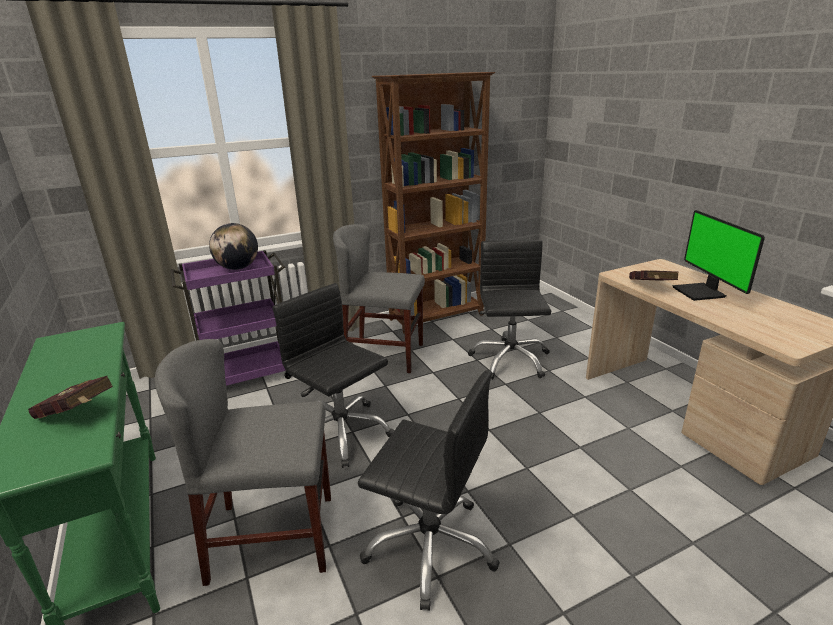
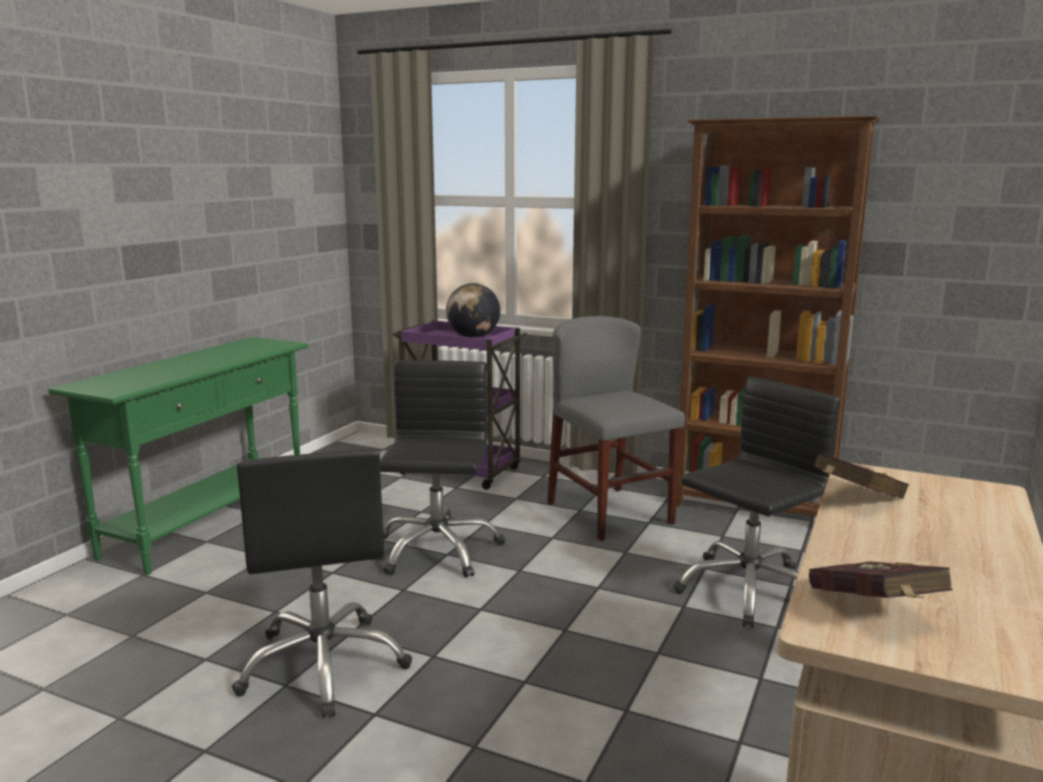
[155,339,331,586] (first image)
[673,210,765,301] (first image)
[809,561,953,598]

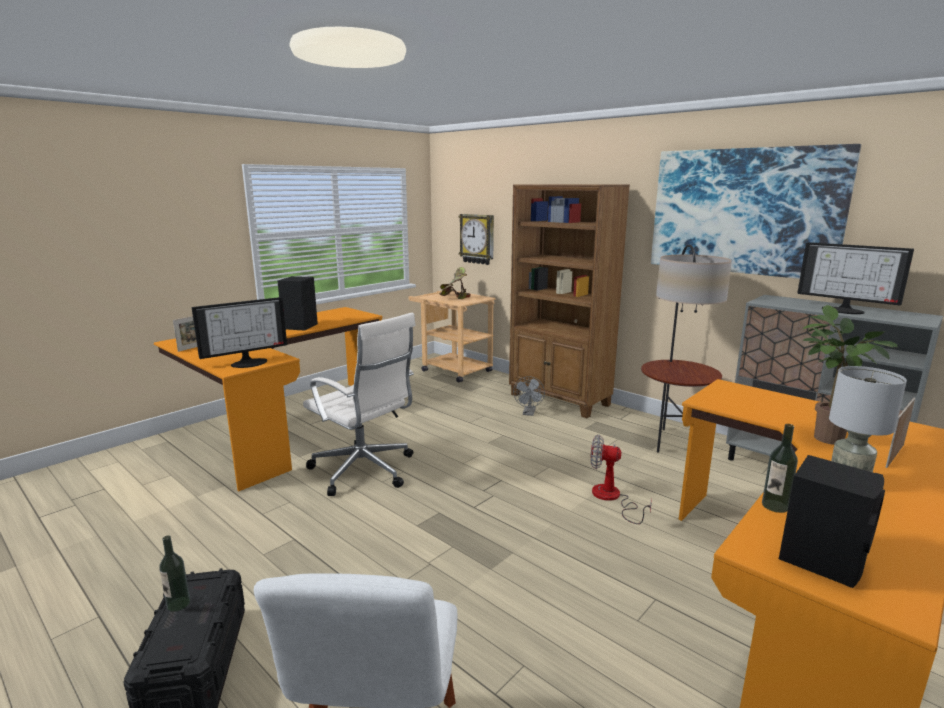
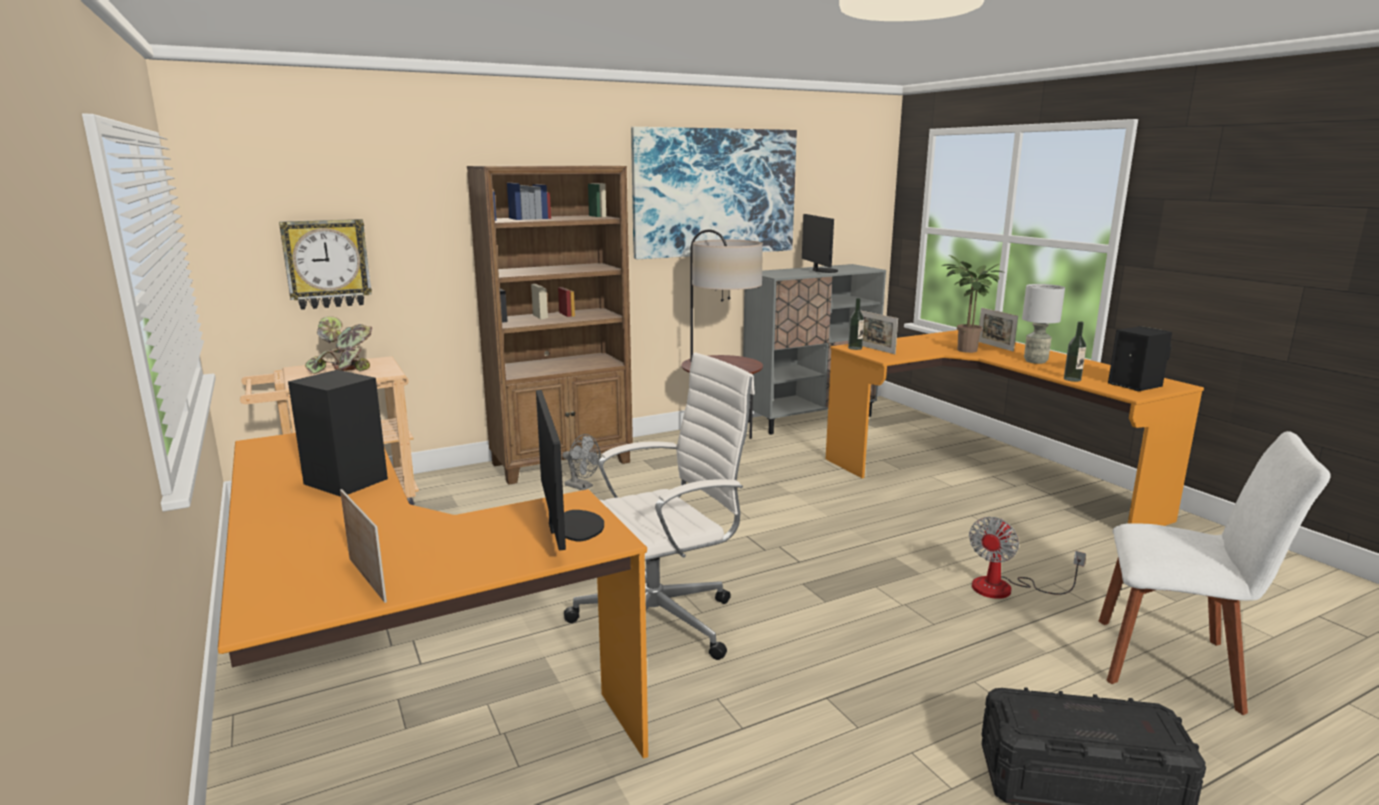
[860,310,898,354]
[848,298,864,350]
[969,517,1086,599]
[802,214,838,273]

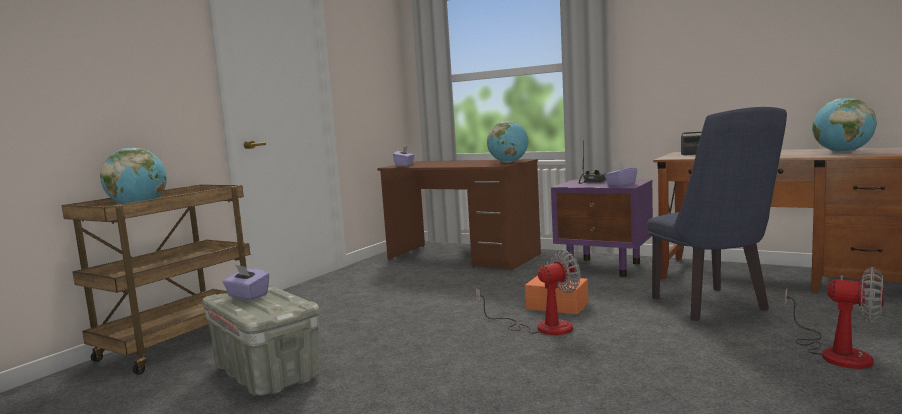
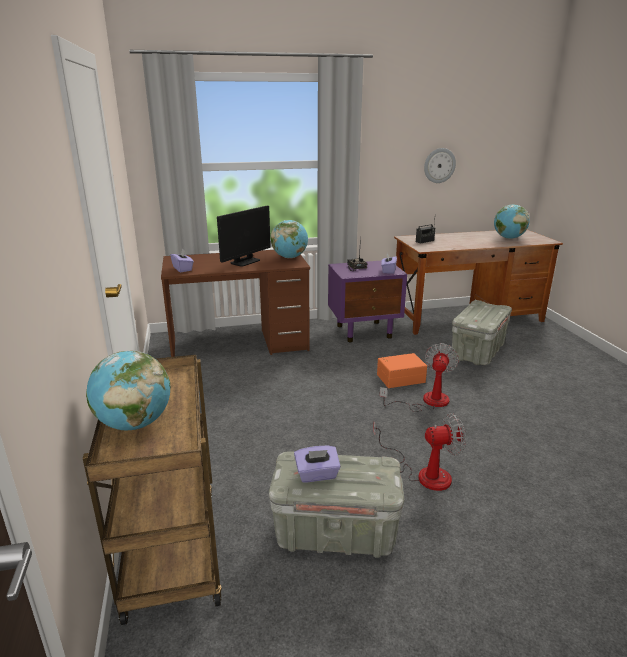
[217,206,271,266]
[424,148,456,183]
[373,413,466,491]
[451,300,512,365]

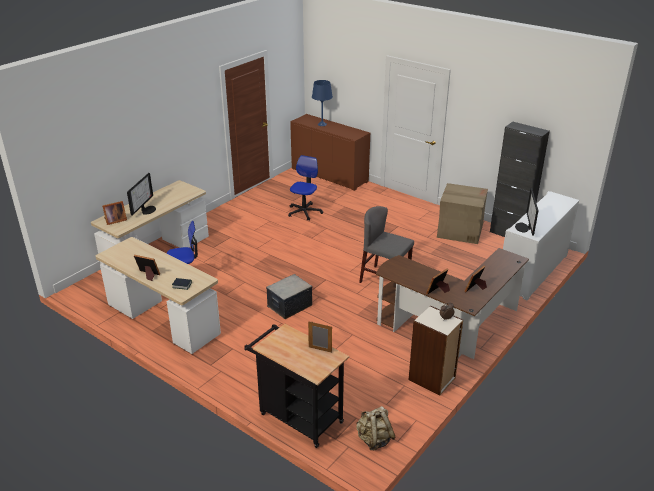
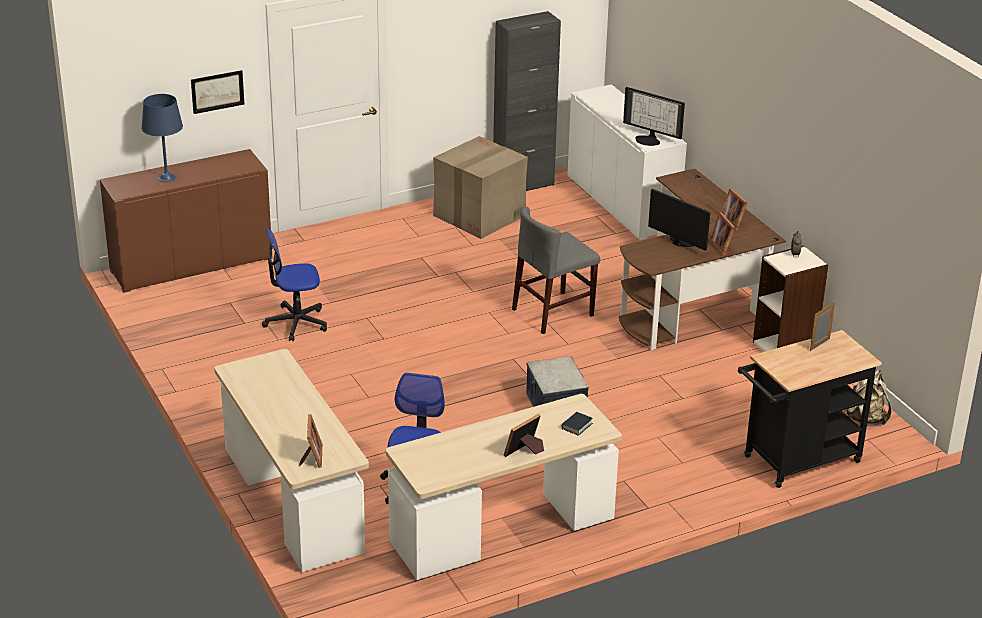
[191,70,244,114]
[648,189,710,251]
[262,227,327,341]

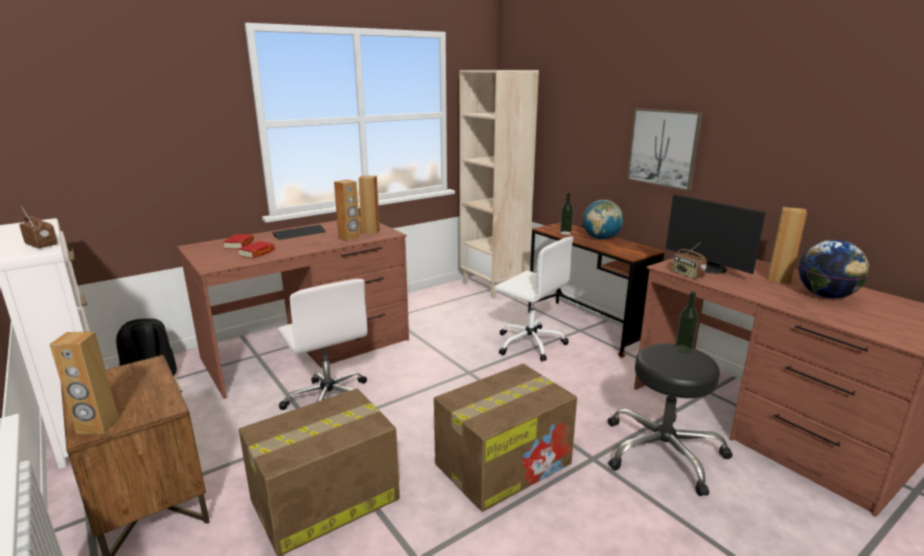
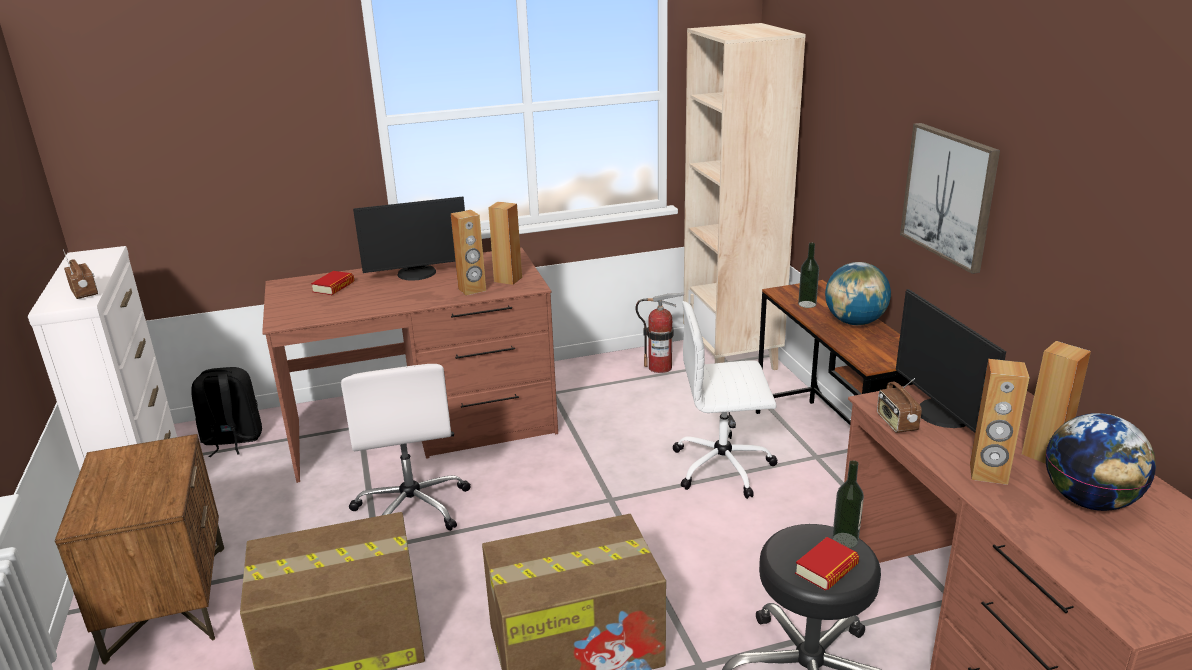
[636,293,685,373]
[970,359,1030,485]
[795,537,859,591]
[353,197,465,281]
[673,301,778,499]

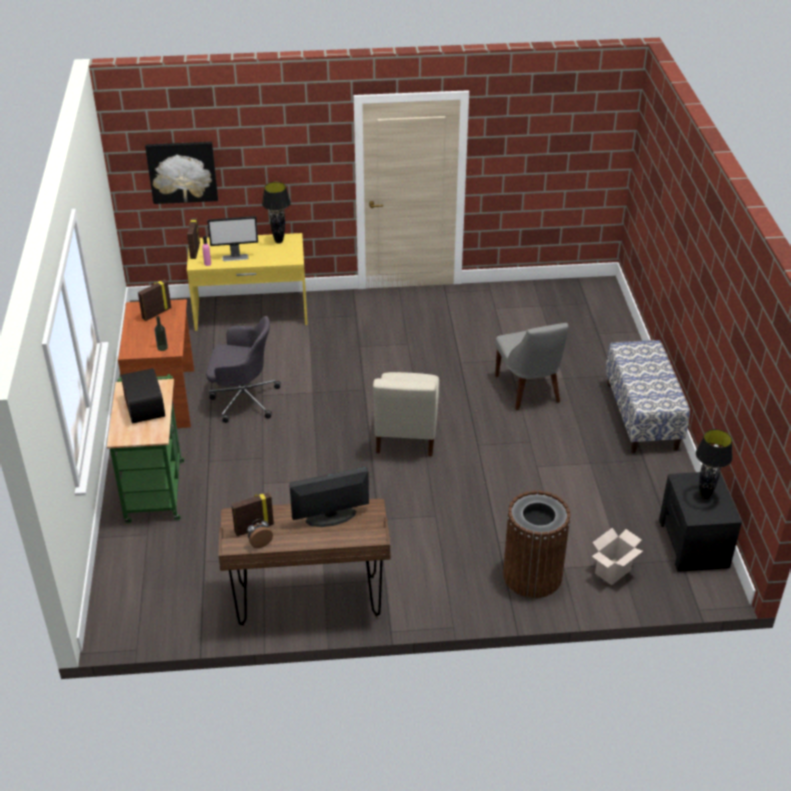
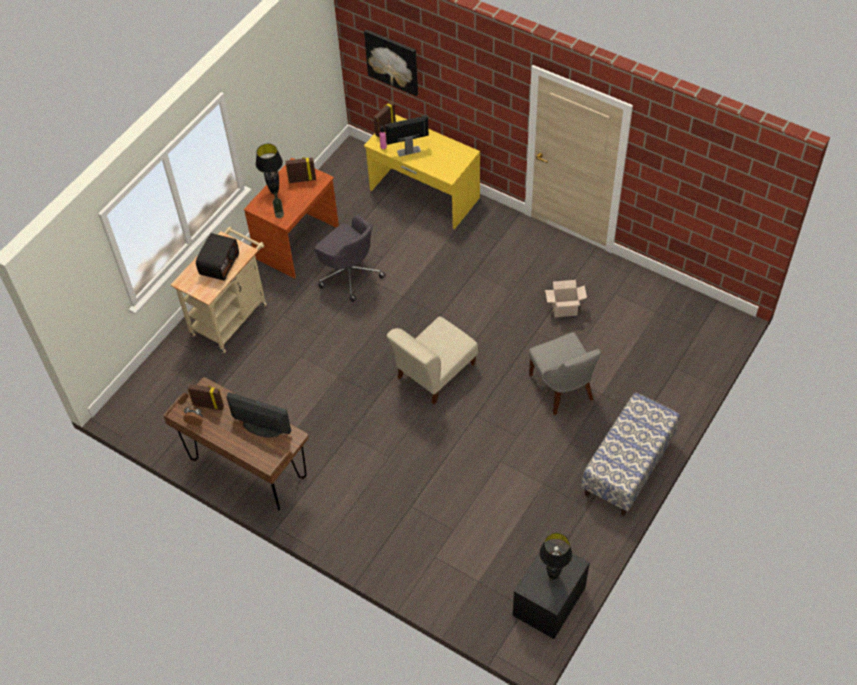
[503,490,571,598] (first image)
[256,144,283,194]
[545,280,587,317]
[171,227,267,353]
[385,115,429,156]
[529,332,601,415]

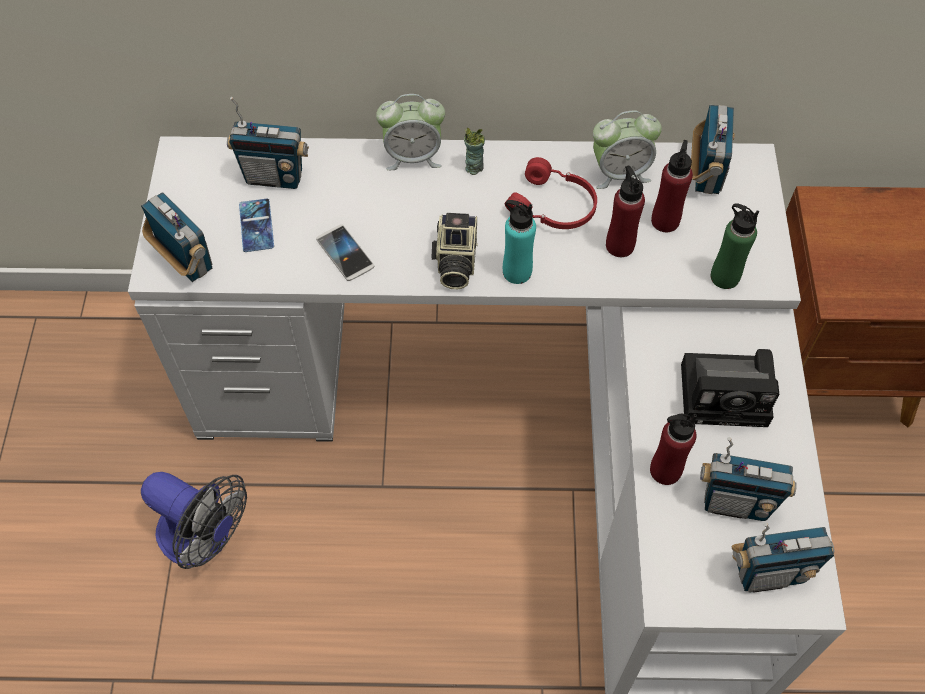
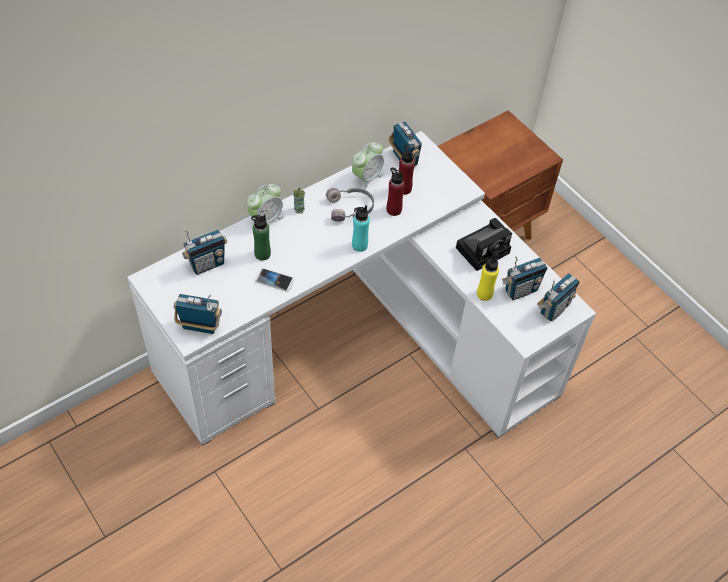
[141,472,247,569] (first image)
[239,199,274,252] (first image)
[431,213,478,289] (first image)
[251,214,271,261]
[326,188,374,222]
[477,255,499,301]

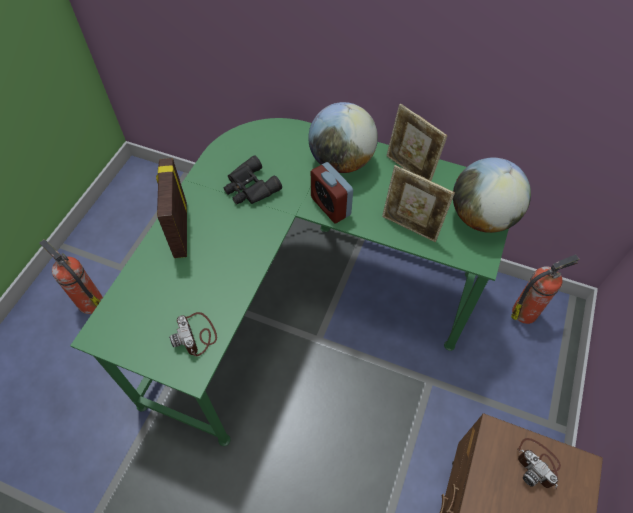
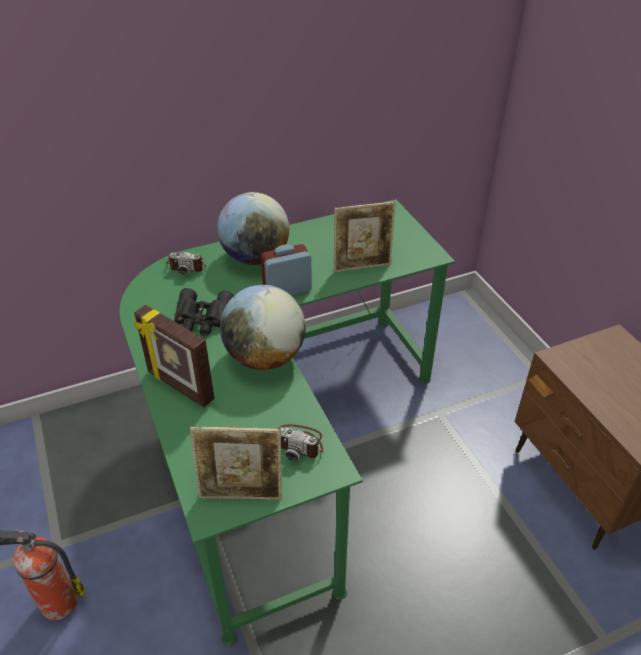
[511,254,579,324] (first image)
[190,426,282,500]
[220,285,305,370]
[166,251,206,275]
[261,244,312,296]

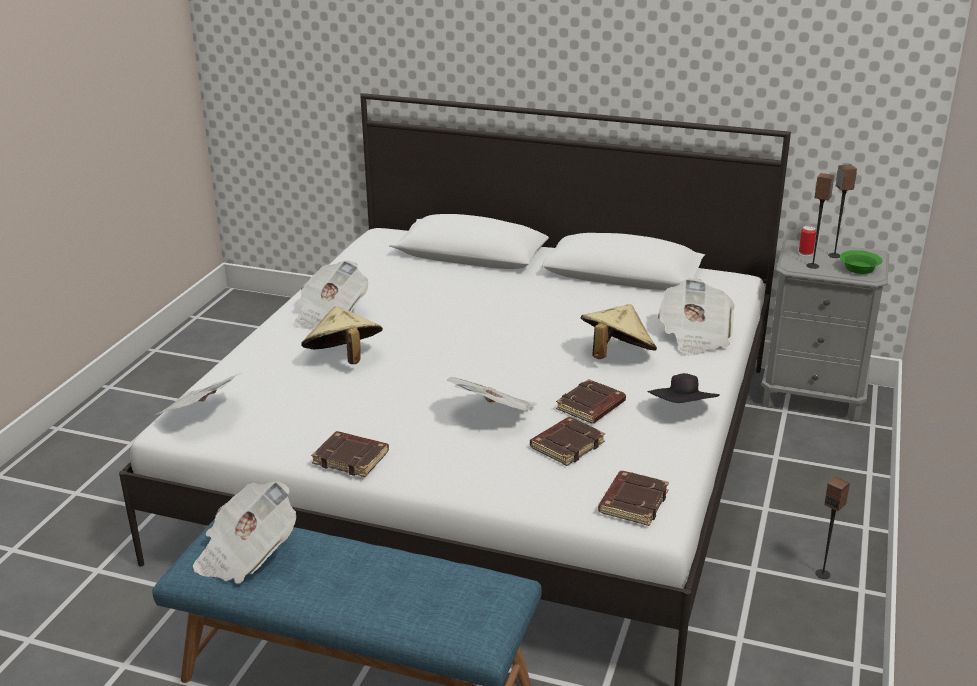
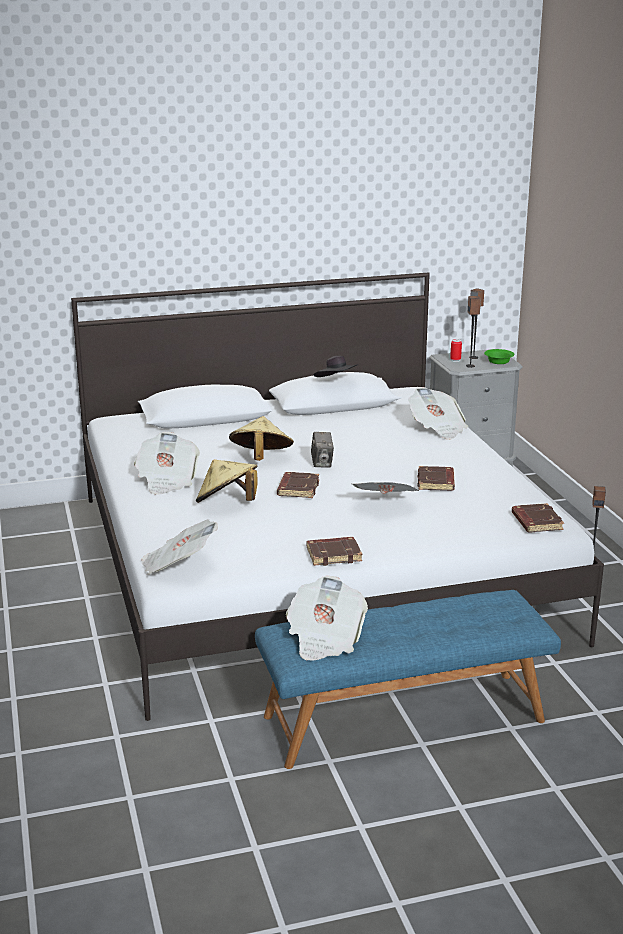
[311,432,334,468]
[277,472,319,498]
[229,416,294,461]
[313,356,359,377]

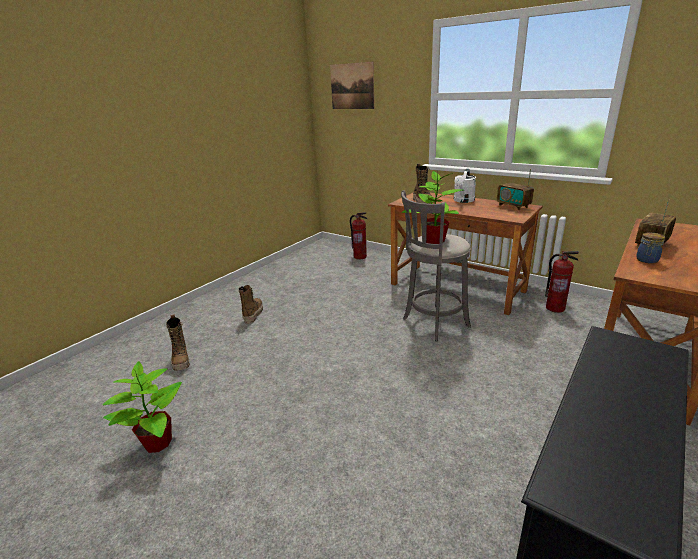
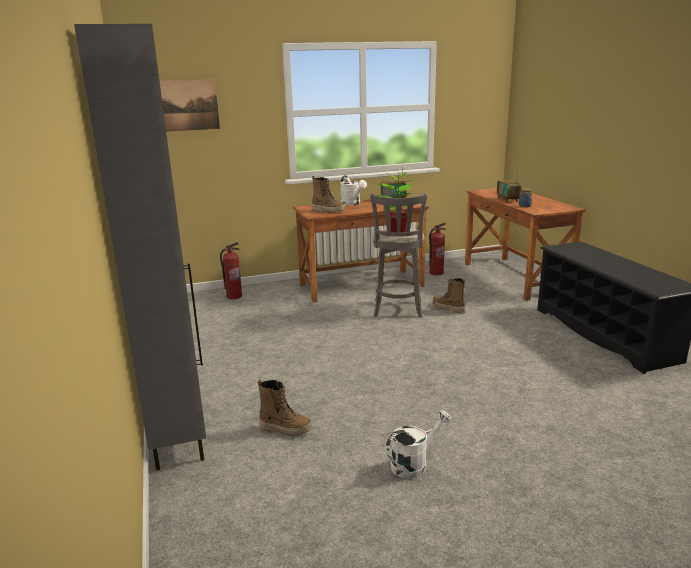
[74,24,206,470]
[433,278,466,314]
[386,410,451,479]

